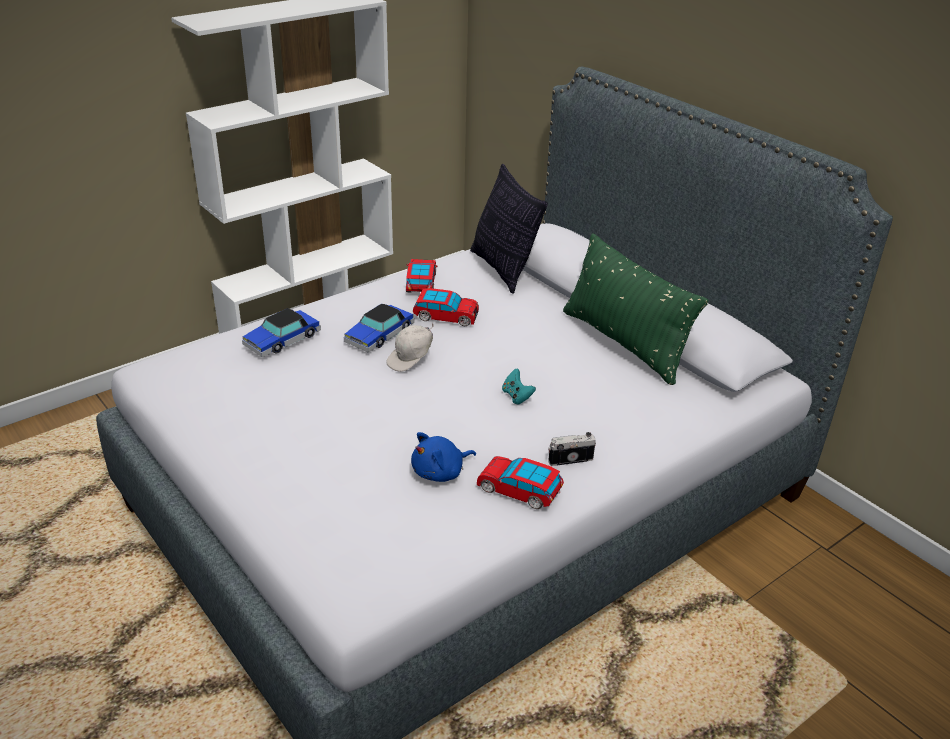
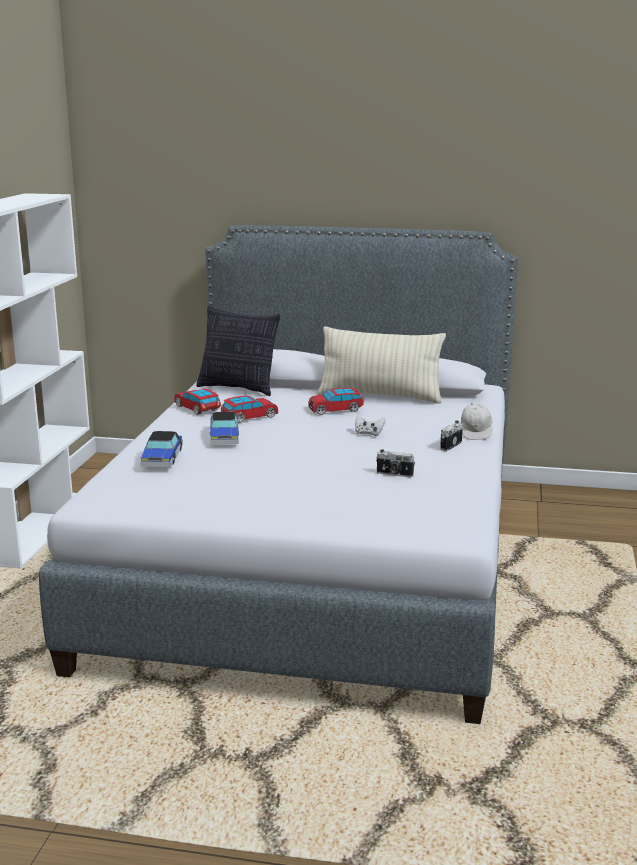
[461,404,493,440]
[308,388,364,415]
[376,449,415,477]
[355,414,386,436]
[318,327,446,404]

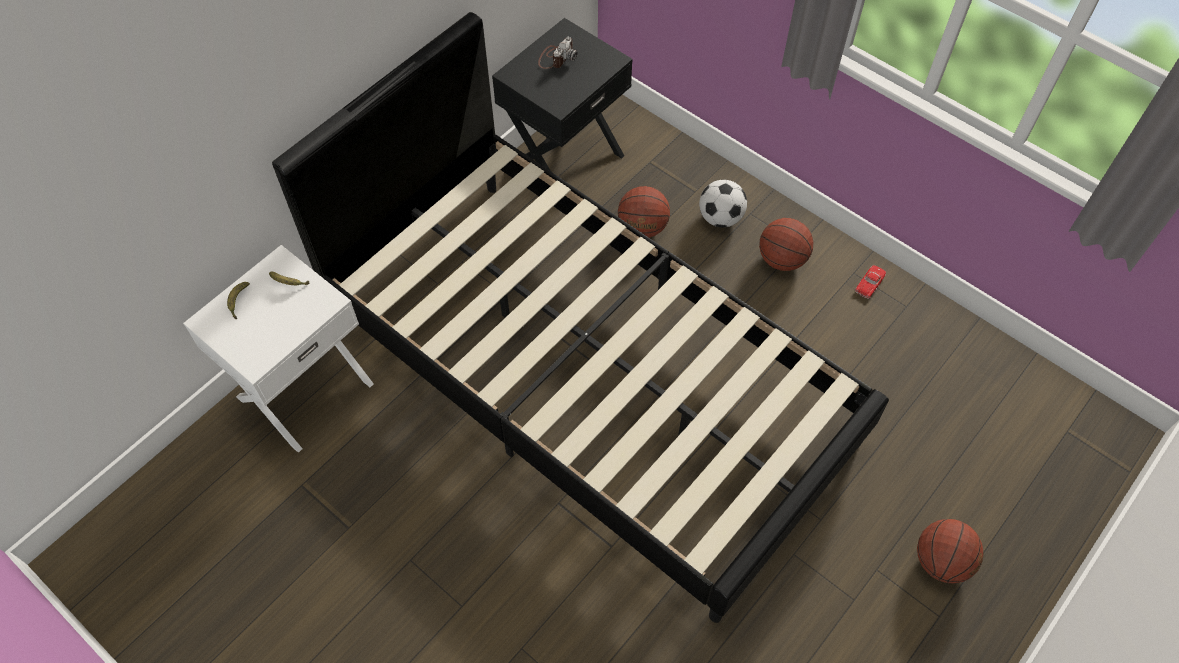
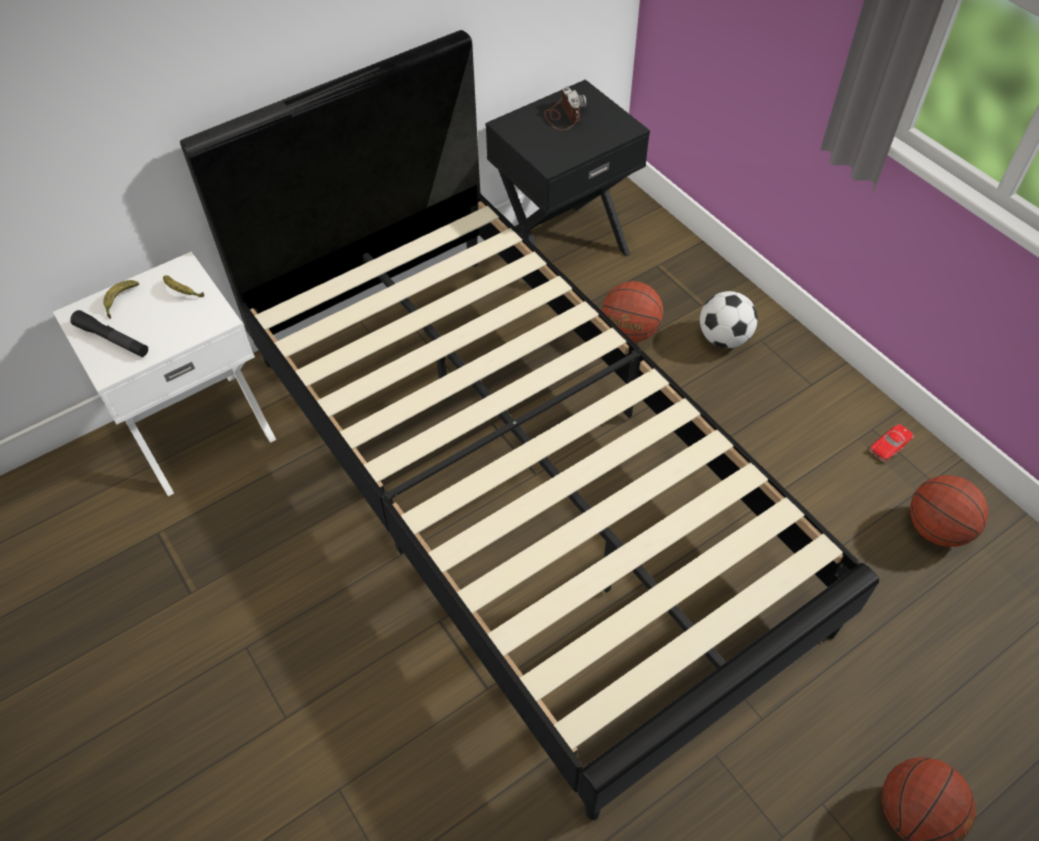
[70,310,148,357]
[910,475,989,547]
[544,86,587,131]

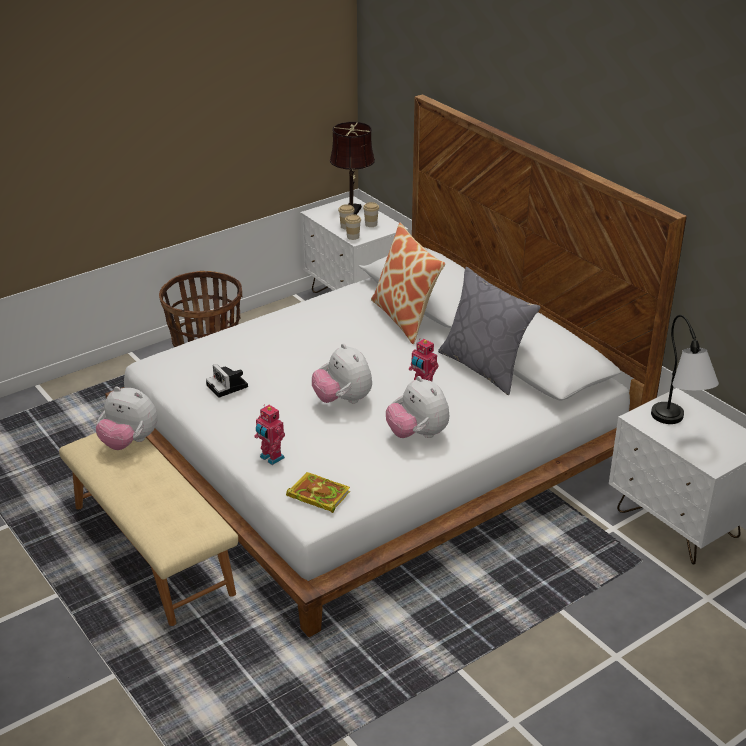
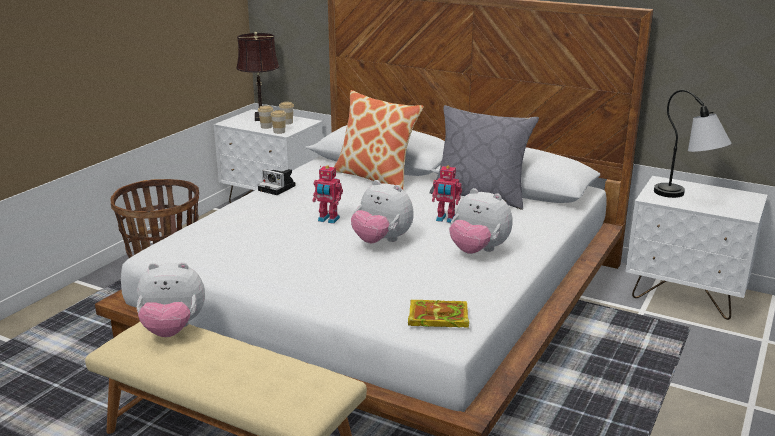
[258,169,296,195]
[313,165,343,224]

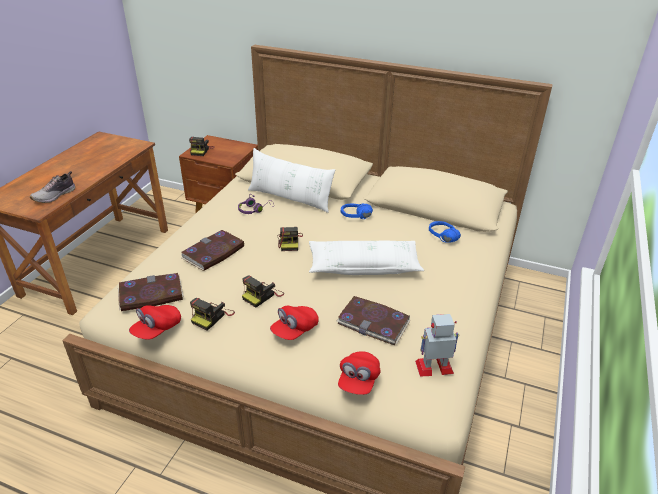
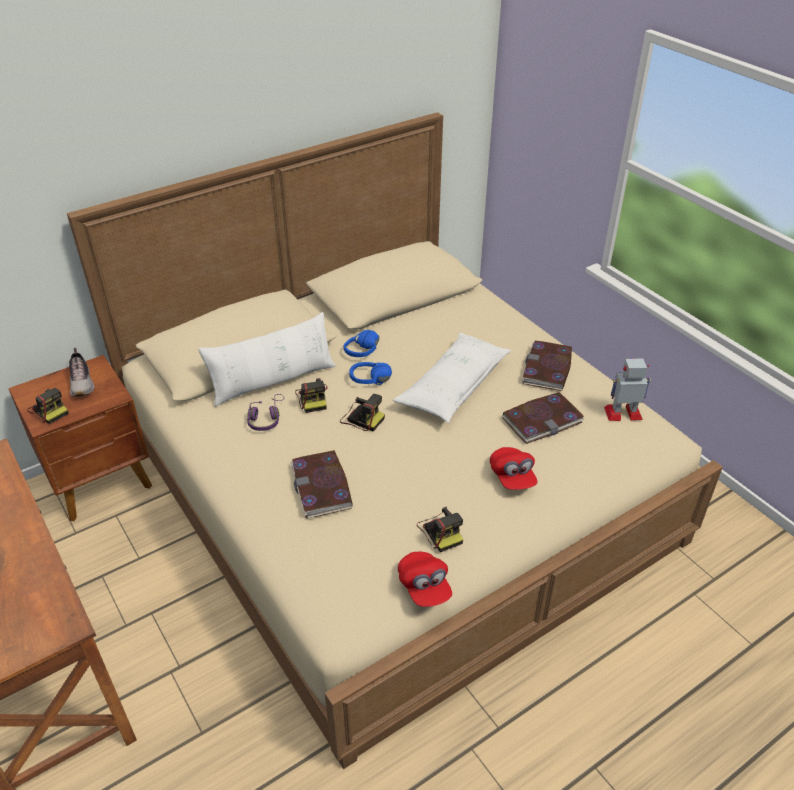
[338,352,381,395] (first image)
[69,348,95,397]
[522,341,572,391]
[295,378,327,413]
[349,362,392,385]
[604,358,651,421]

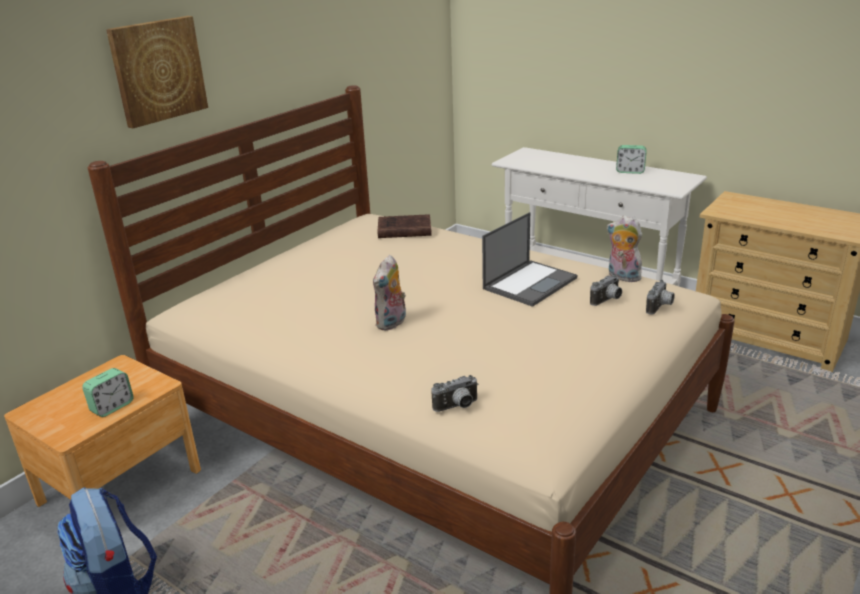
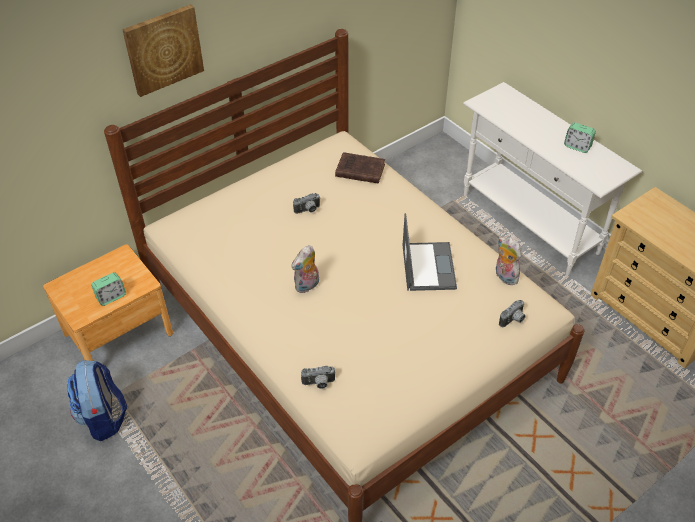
[293,193,320,214]
[402,213,457,291]

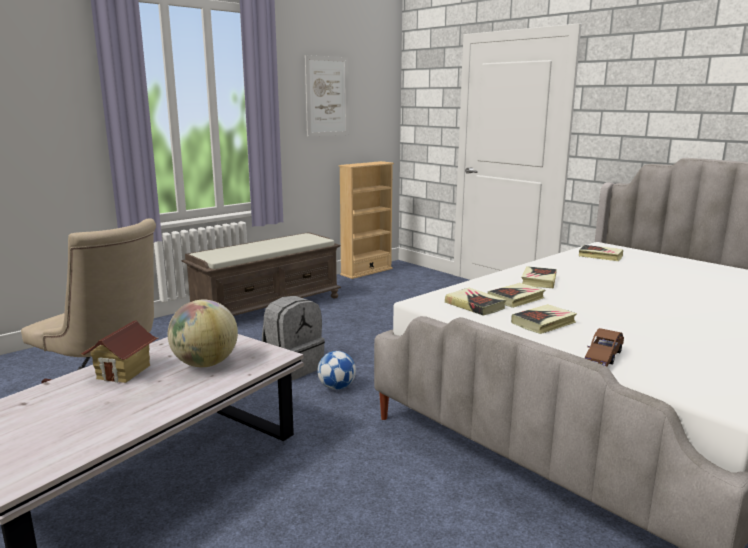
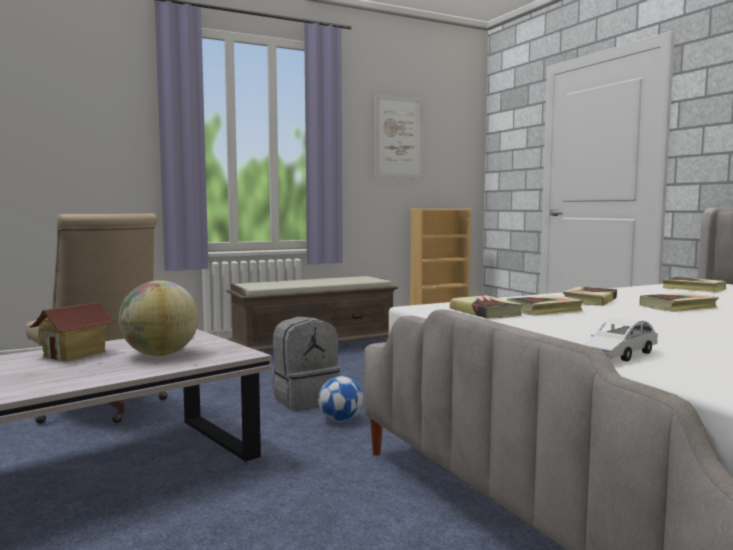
[640,293,719,312]
[583,317,658,362]

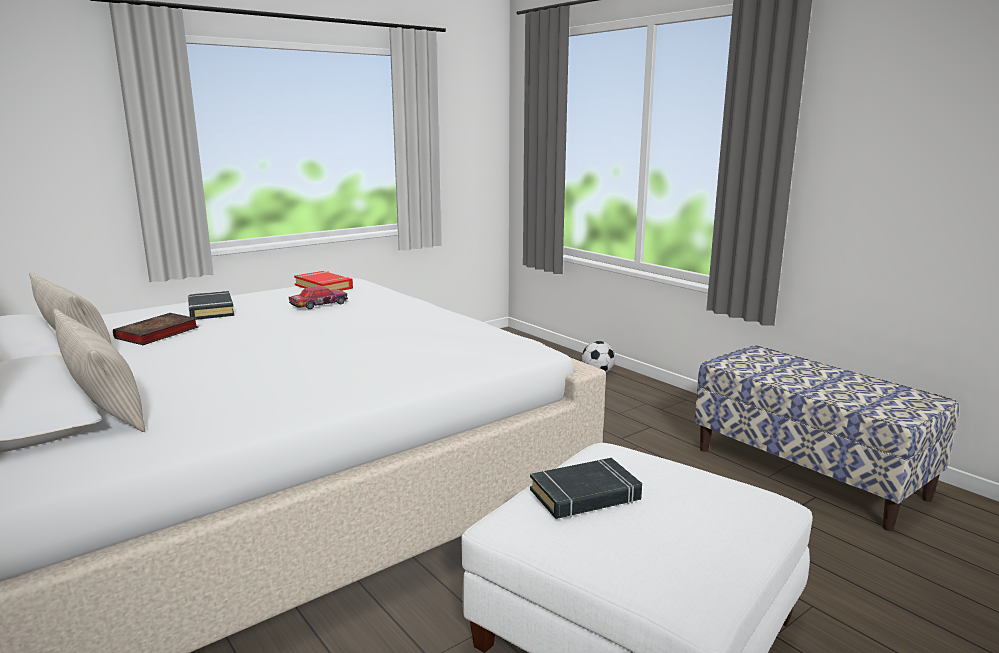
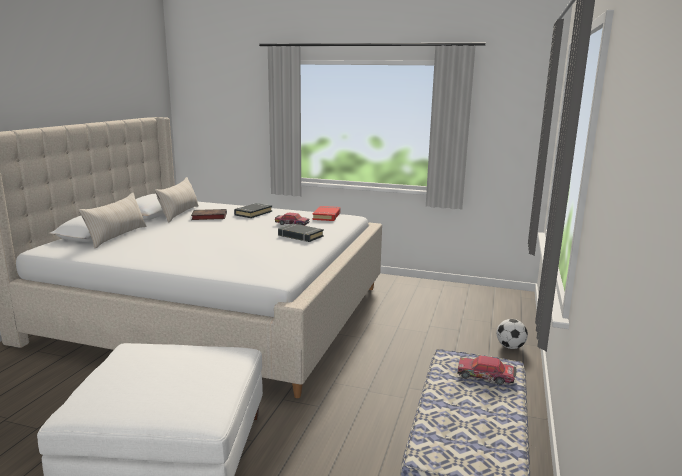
[457,355,516,385]
[278,224,324,242]

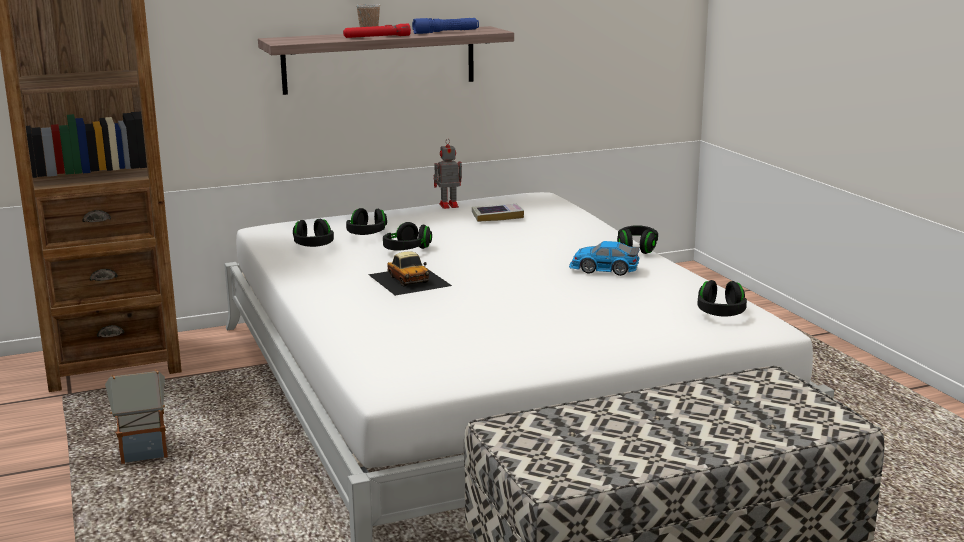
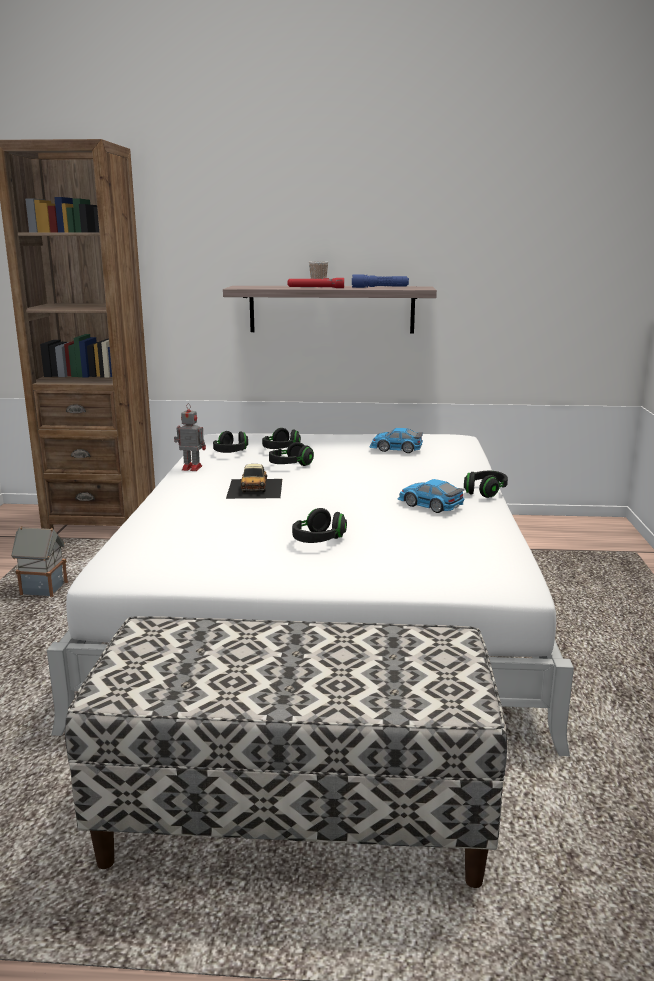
[174,403,206,471]
[292,508,347,543]
[369,428,423,453]

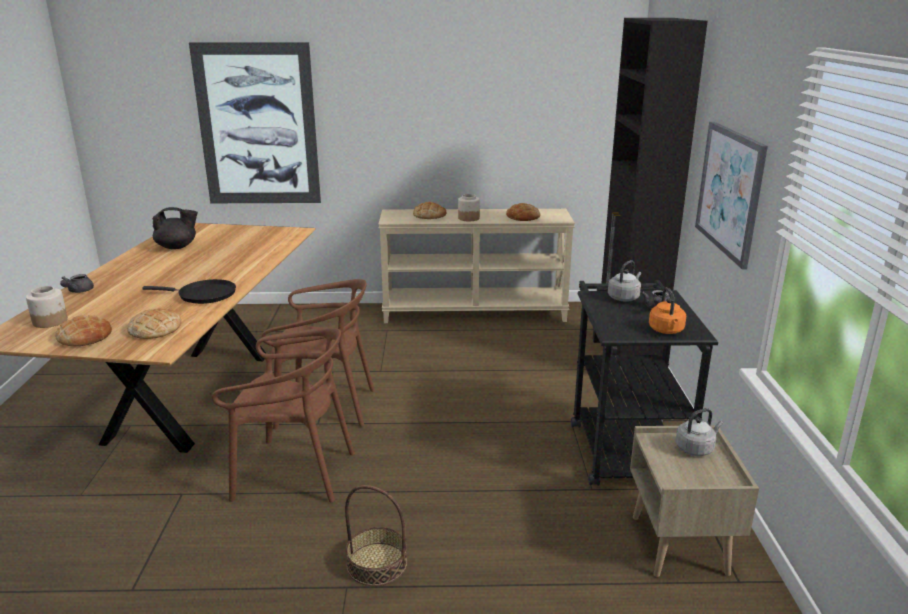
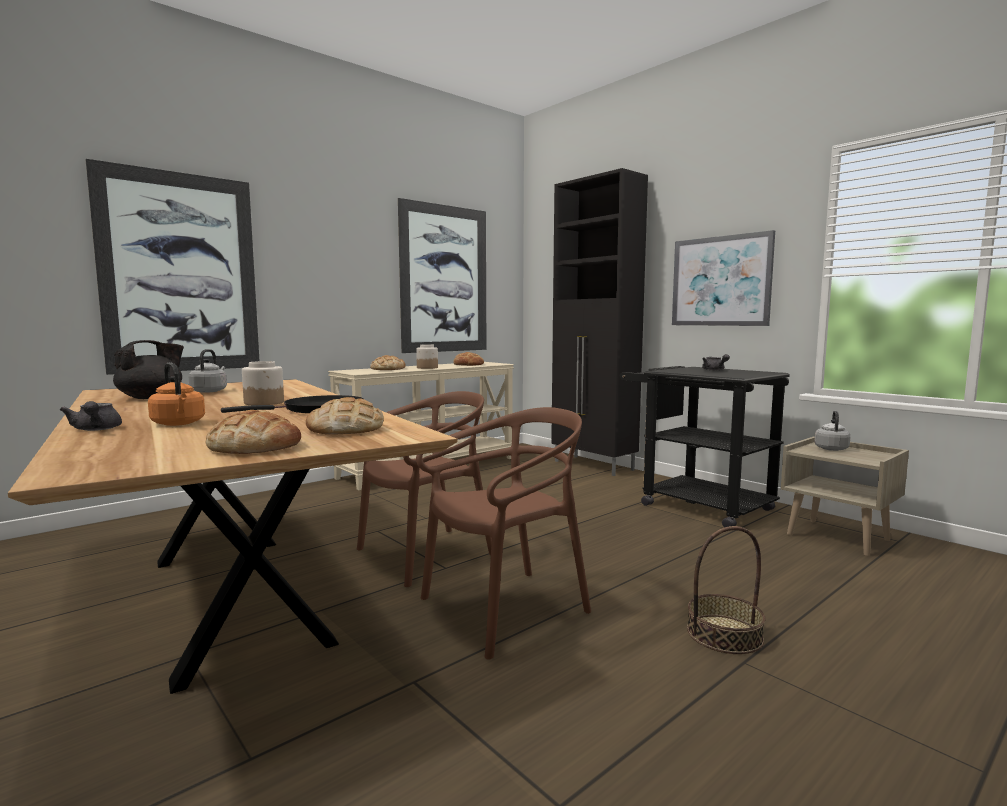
[398,198,486,353]
[242,361,284,405]
[188,349,227,393]
[148,362,205,426]

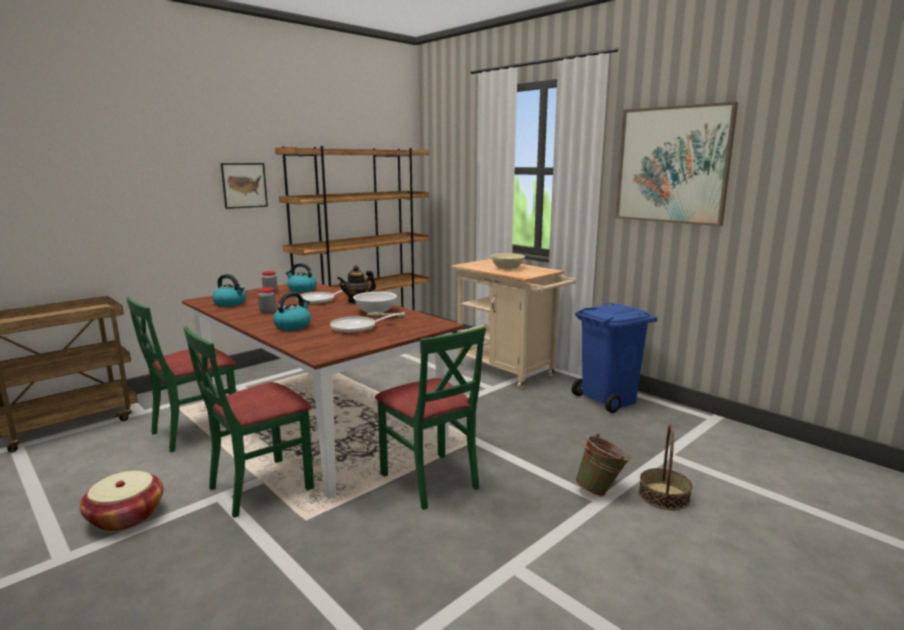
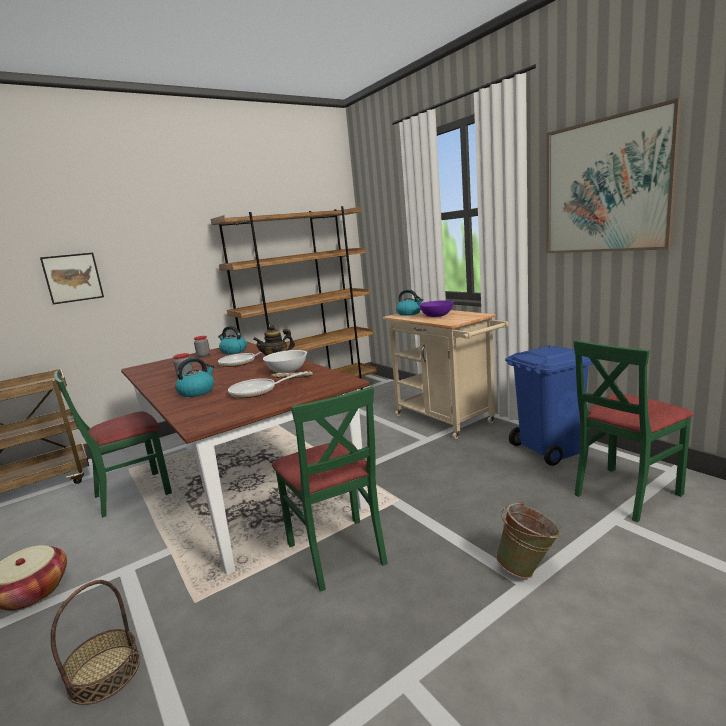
[573,340,694,522]
[396,290,423,316]
[40,253,104,304]
[51,580,140,705]
[419,300,454,317]

